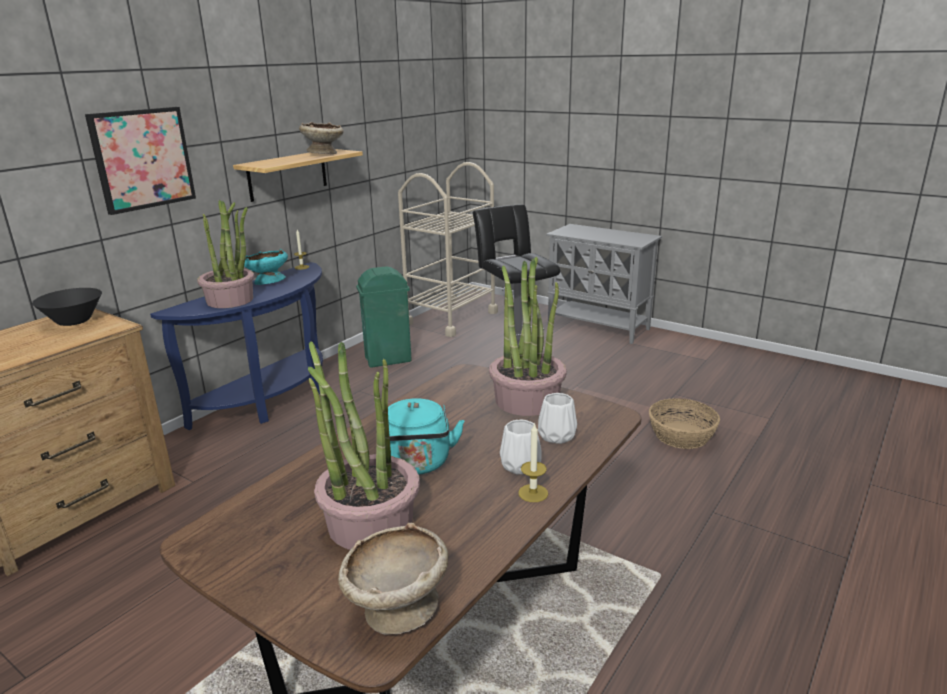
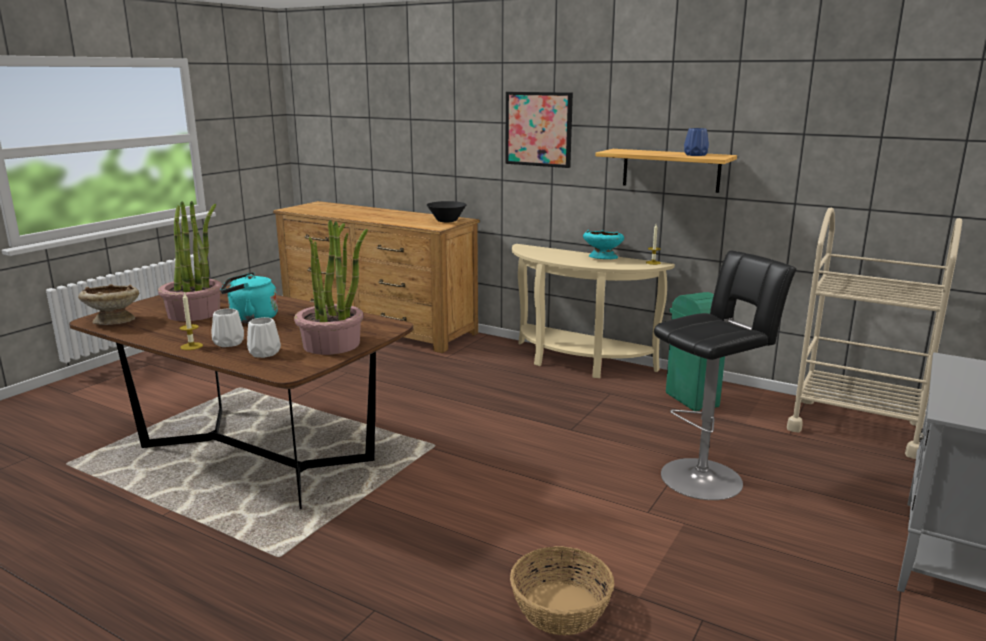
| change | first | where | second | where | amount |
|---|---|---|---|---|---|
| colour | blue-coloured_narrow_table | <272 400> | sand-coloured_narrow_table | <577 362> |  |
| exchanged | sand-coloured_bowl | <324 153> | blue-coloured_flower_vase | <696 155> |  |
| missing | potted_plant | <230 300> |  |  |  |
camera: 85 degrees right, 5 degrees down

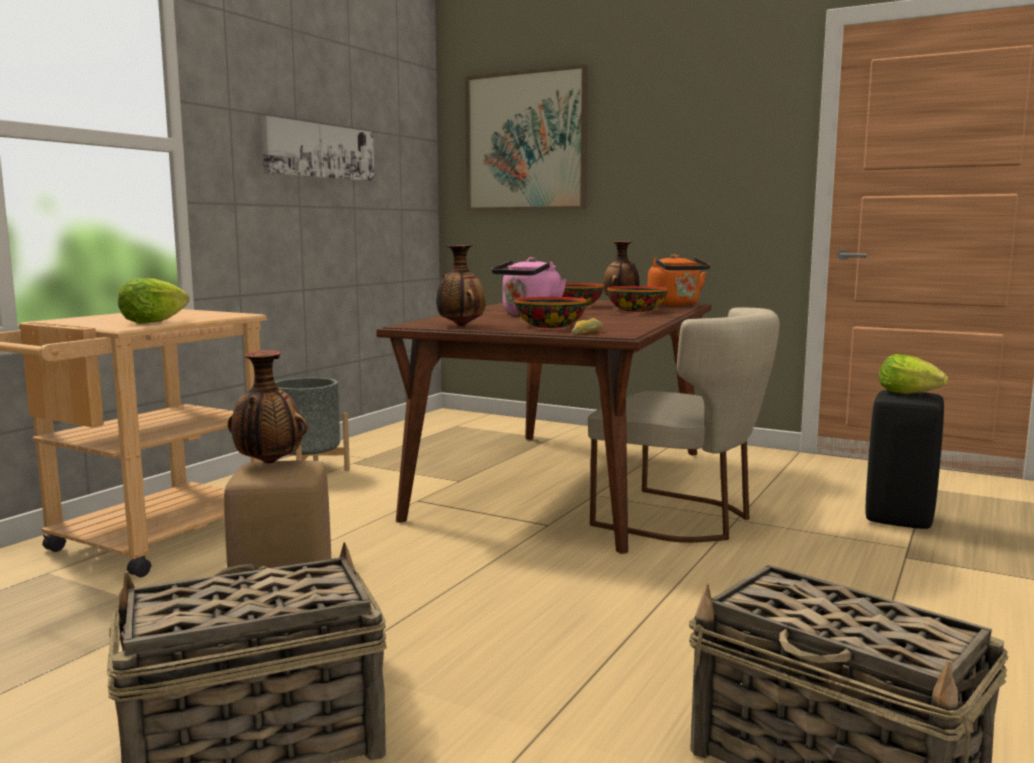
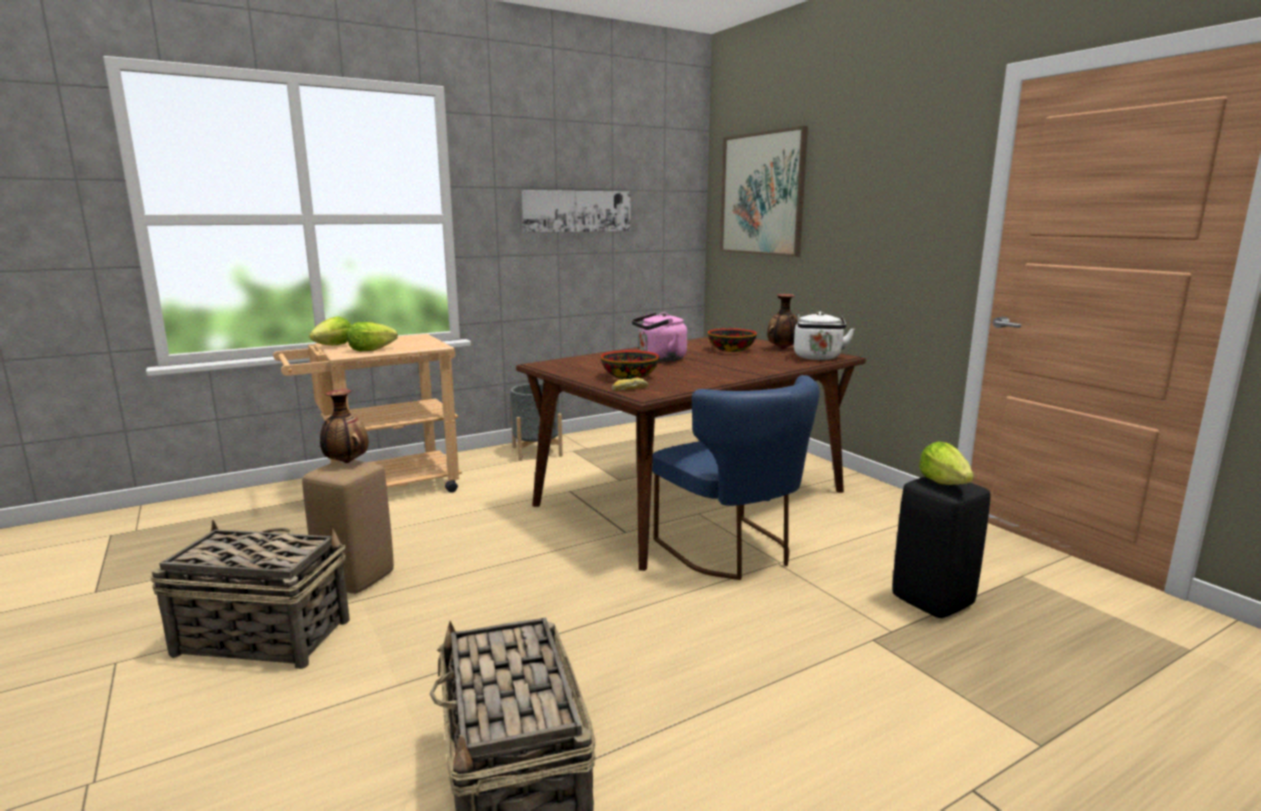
| change | first | where | second | where | amount |
|---|---|---|---|---|---|
| appeared |  |  | lettuce_head | <334 346> |  |
| colour | sand-coloured_plain_chair | <683 519> | blue-coloured_plain_chair | <733 552> |  |
| colour | orangey_tea_kettle | <676 305> | whitish_tea_kettle | <818 358> |  |
| missing | flower_vase | <460 326> |  |  |  |
| missing | bowl | <636 310> |  |  |  |
camera: 30 degrees right, 5 degrees up

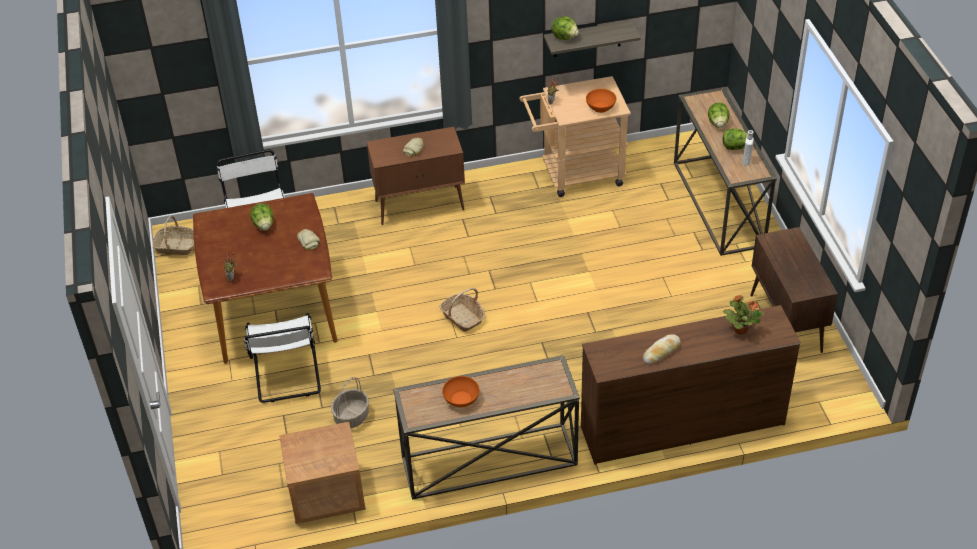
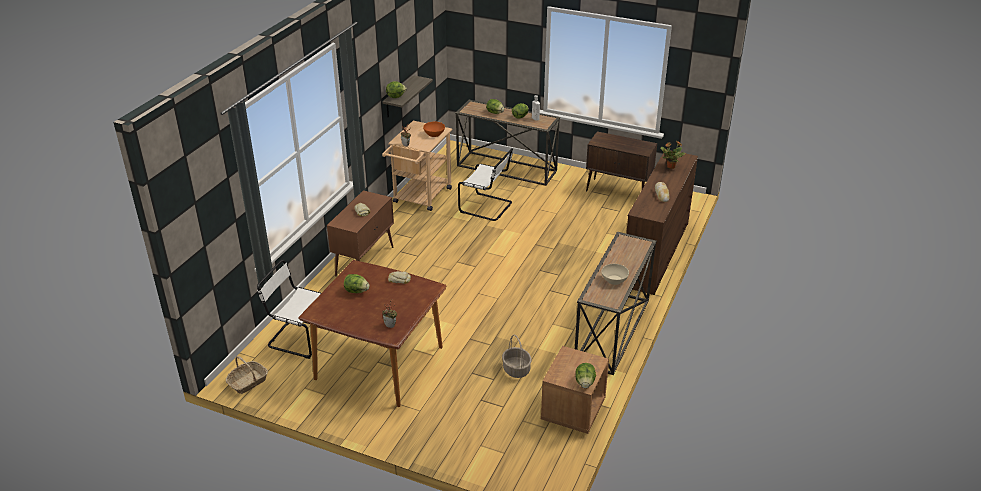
| change | first | where | second | where | amount |
|---|---|---|---|---|---|
| relocated | whitish_plain_chair | <287 377> |  | <487 207> |  |
| appeared |  |  | lettuce_head | <585 383> |  |
| colour | orangey_bowl | <461 399> | sand-coloured_bowl | <614 280> |  |
| missing | household_basket | <462 317> |  |  |  |
camera: 55 degrees left, 10 degrees down

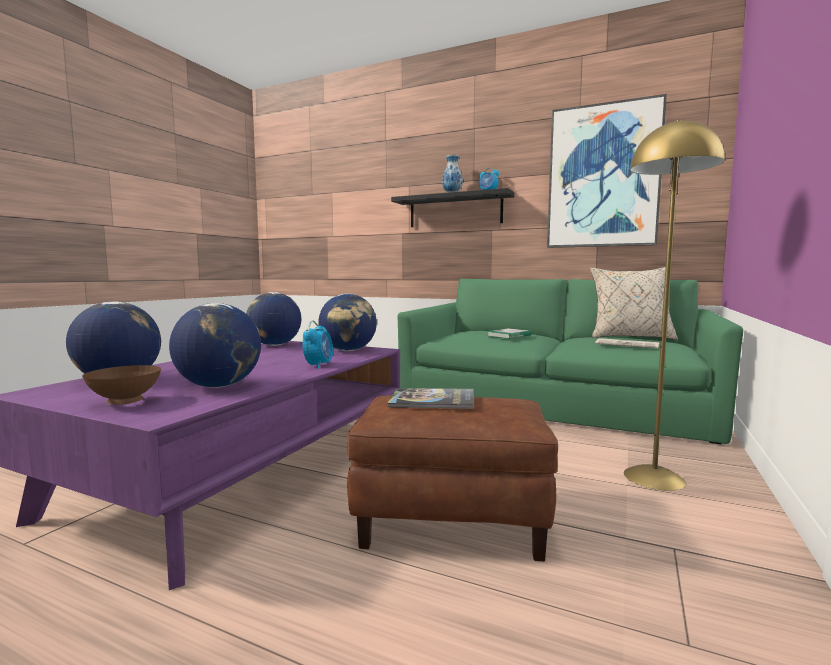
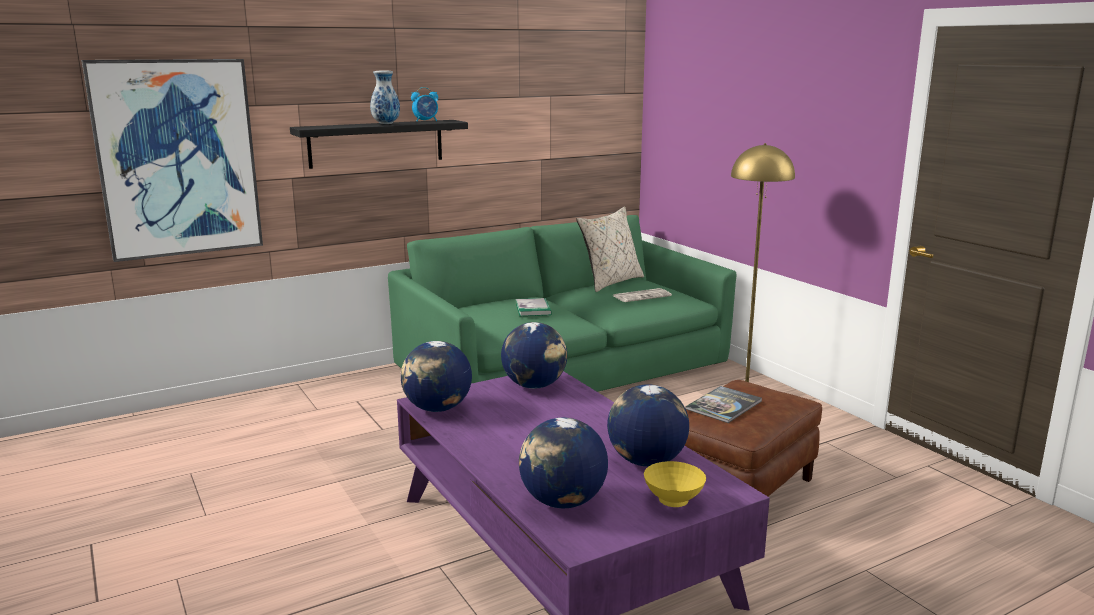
| change | first | where | second | where | amount |
|---|---|---|---|---|---|
| relocated | picture | <603 177> |  | <177 158> |  |
| colour | brown_bowl | <127 402> | yellow-coloured_bowl | <673 501> |  |
| missing | table_clock | <319 365> |  |  |  |
camera: 55 degrees left, 10 degrees up

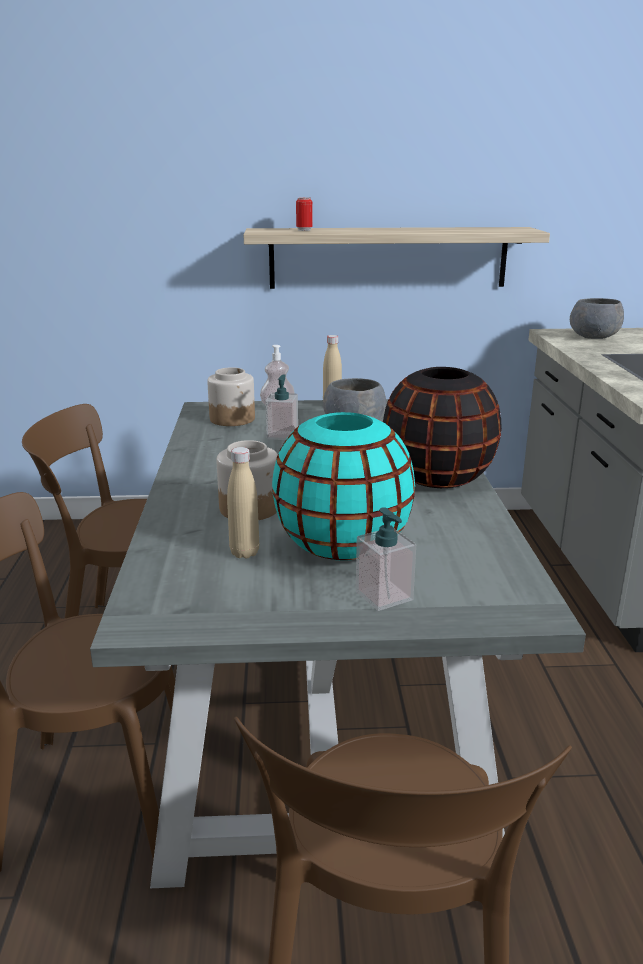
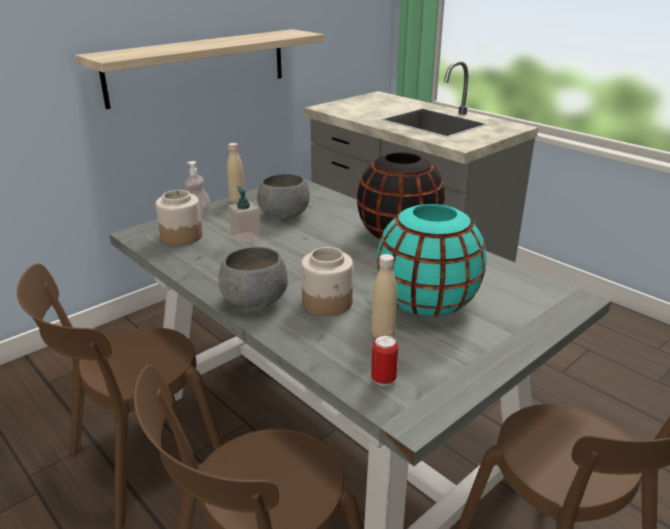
| change | first | where | second | where | amount |
|---|---|---|---|---|---|
| relocated | gray_bowl | <593 337> |  | <254 300> |  |
| relocated | can | <304 230> |  | <383 380> |  |
| missing | soap_dispenser | <384 596> |  |  |  |
camera: 40 degrees left, 5 degrees up

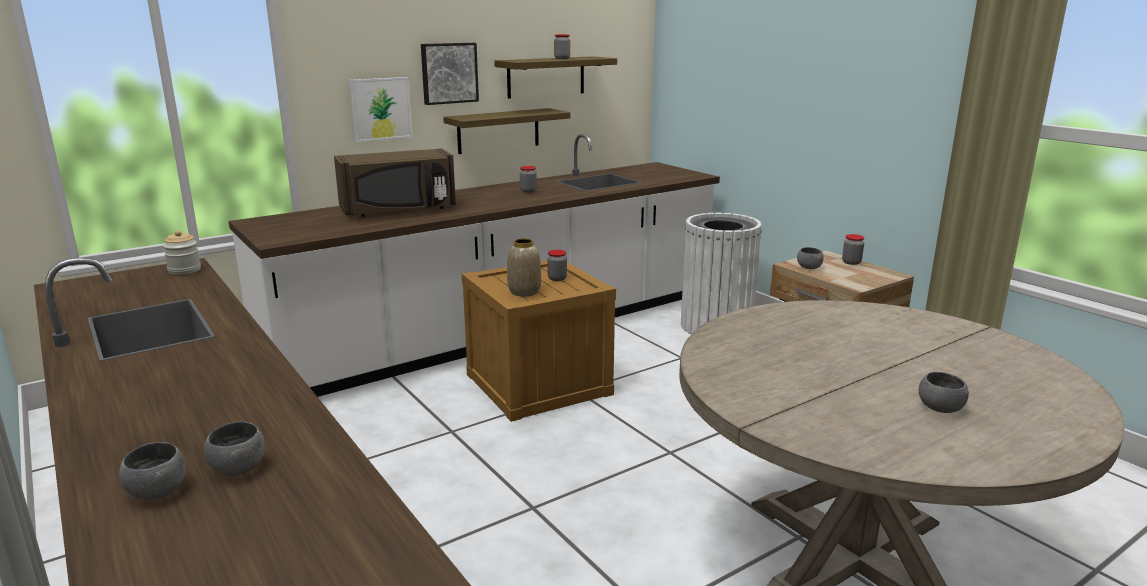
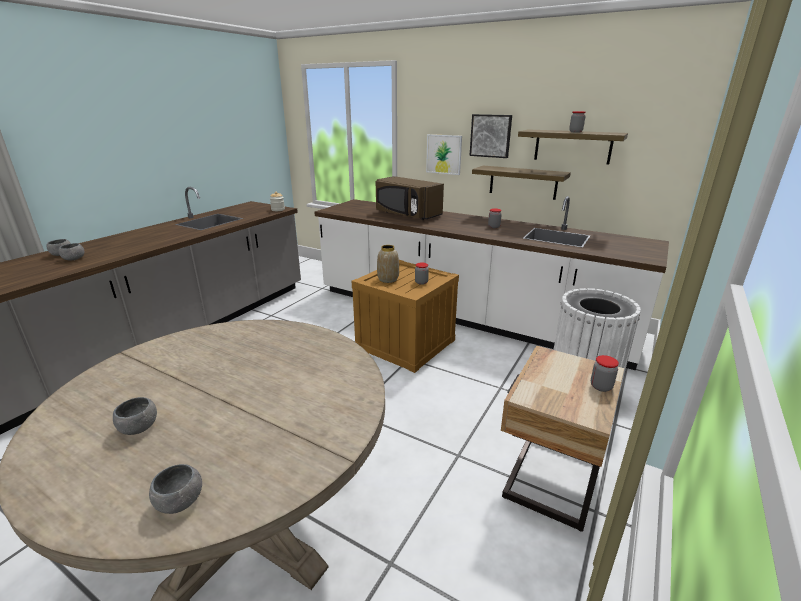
| change | first | where | second | where | amount |
|---|---|---|---|---|---|
| relocated | gray_bowl | <809 268> |  | <180 502> |  |
camera: 65 degrees right, 5 degrees up

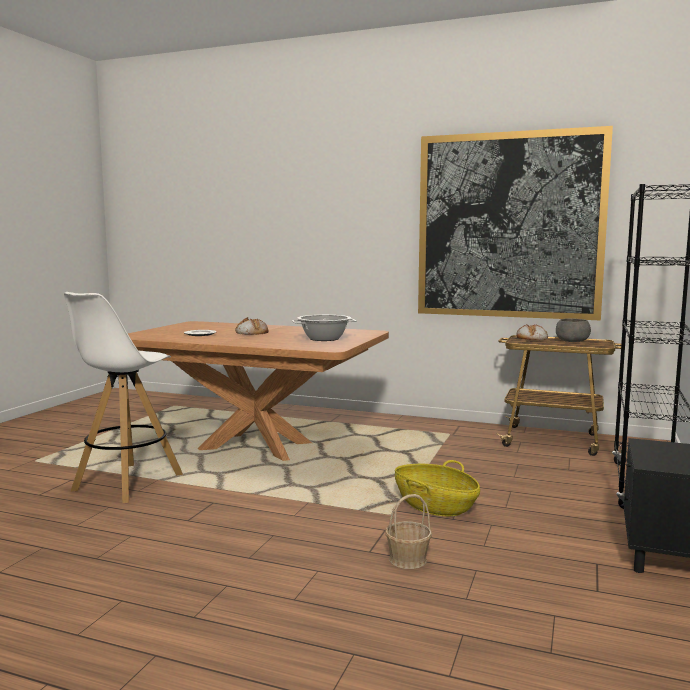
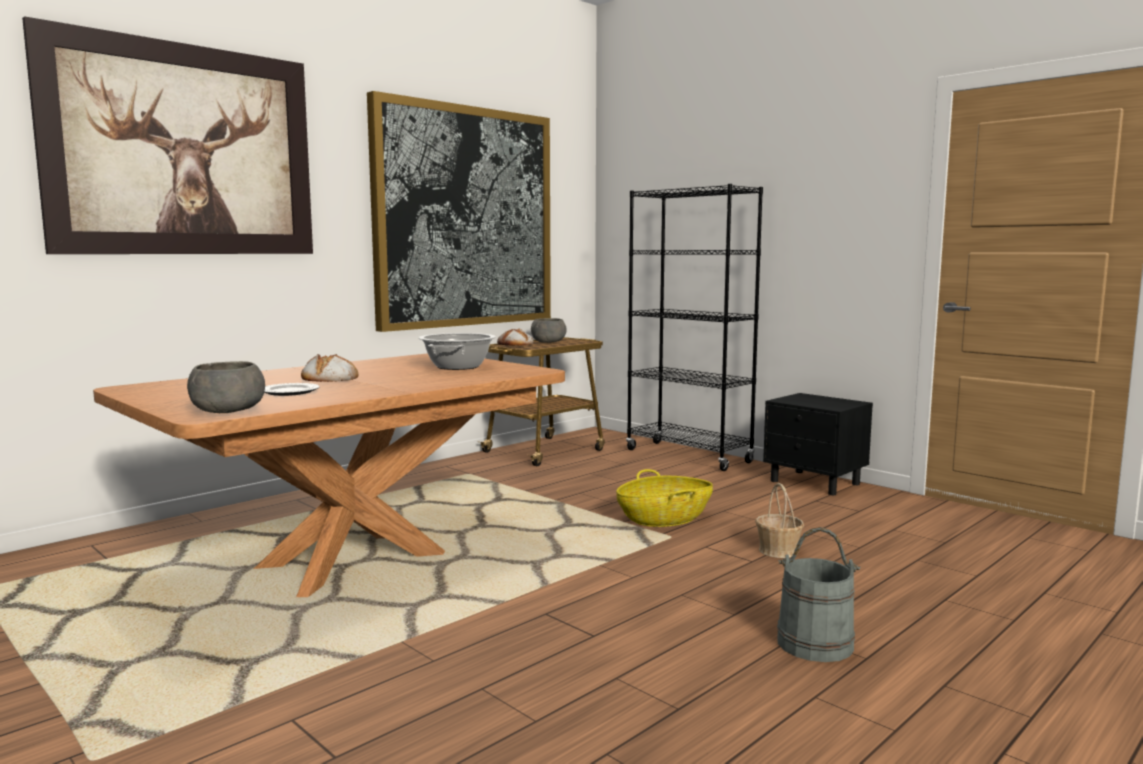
| change | first | where | second | where | amount |
|---|---|---|---|---|---|
| appeared |  |  | picture | <184 150> |  |
| appeared |  |  | gray_bowl | <227 411> |  |
| appeared |  |  | gray_pail | <815 643> |  |
| missing | whitish_stool | <127 483> |  |  |  |
camera: 65 degrees left, 0 degrees up

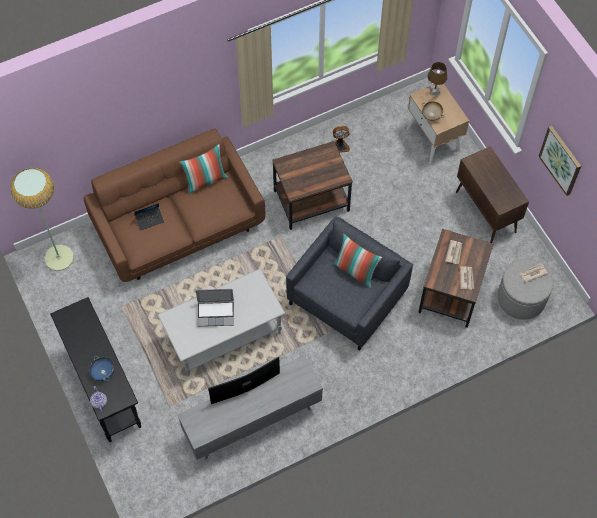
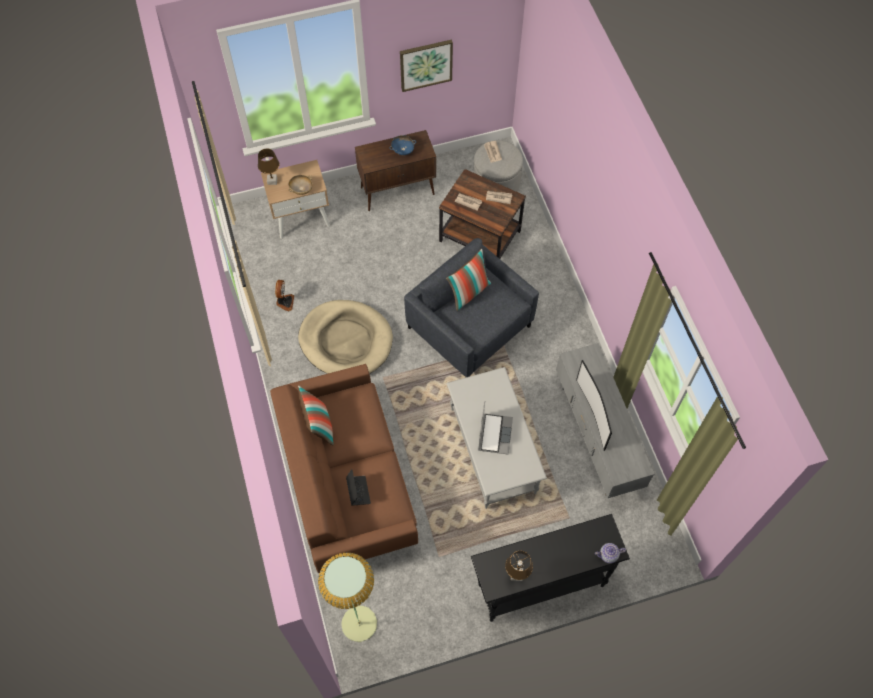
| change | first | where | second | where | amount |
|---|---|---|---|---|---|
| exchanged | brown_end_table | <311 200> | sand-coloured_dog_cushion | <346 341> |  |
| relocated | blue-coloured_bowl | <103 372> |  | <403 150> |  |
| appeared |  |  | brown_table_lamp | <516 575> |  |
camera: 80 degrees left, 0 degrees up

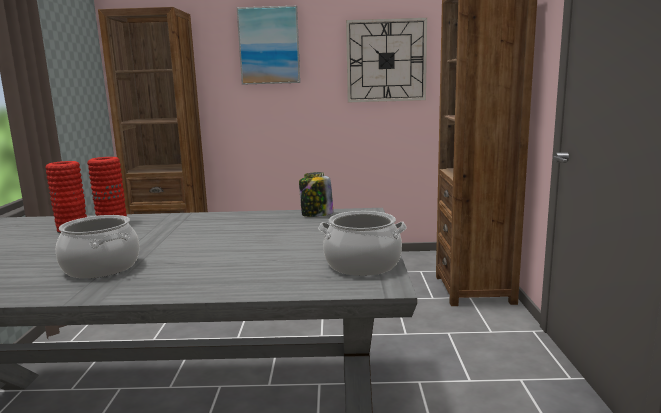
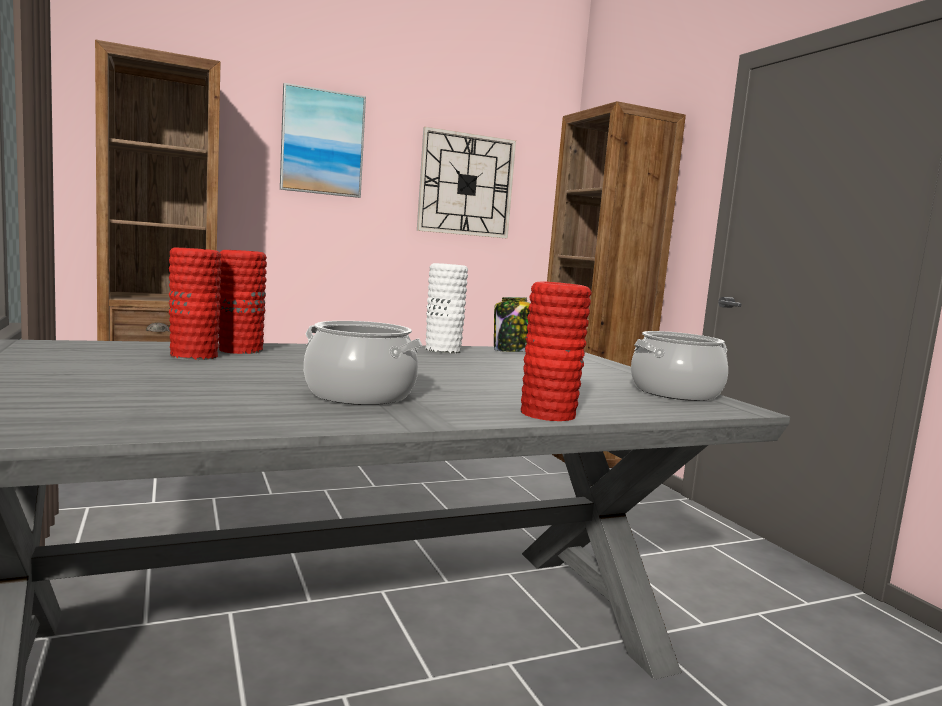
| change | first | where | second | where | amount |
|---|---|---|---|---|---|
| appeared |  |  | whitish_flower_vase | <442 350> |  |
| appeared |  |  | red_flower_vase | <548 414> |  |
camera: 25 degrees left, 5 degrees down

